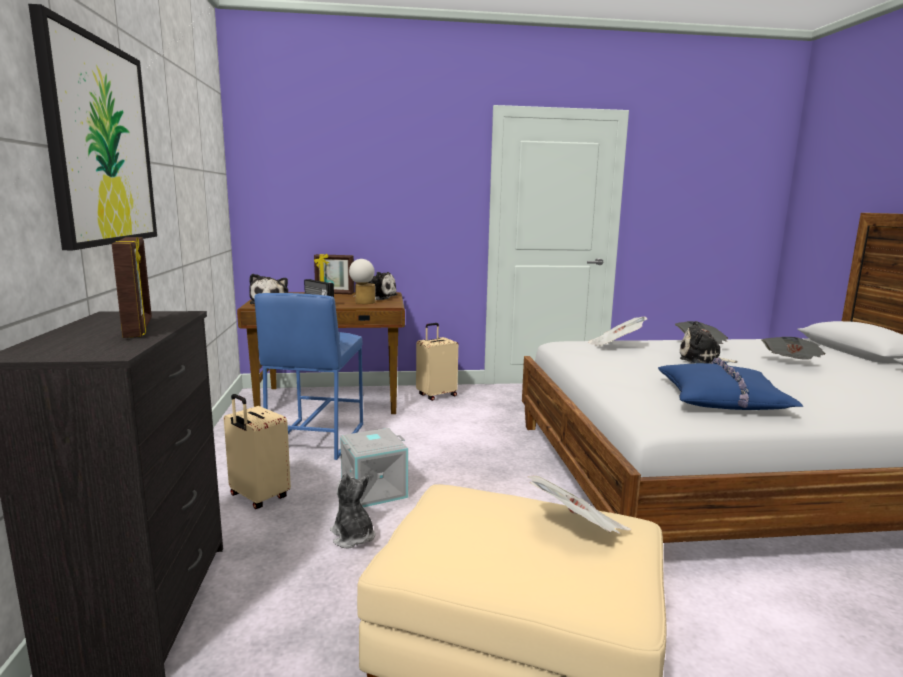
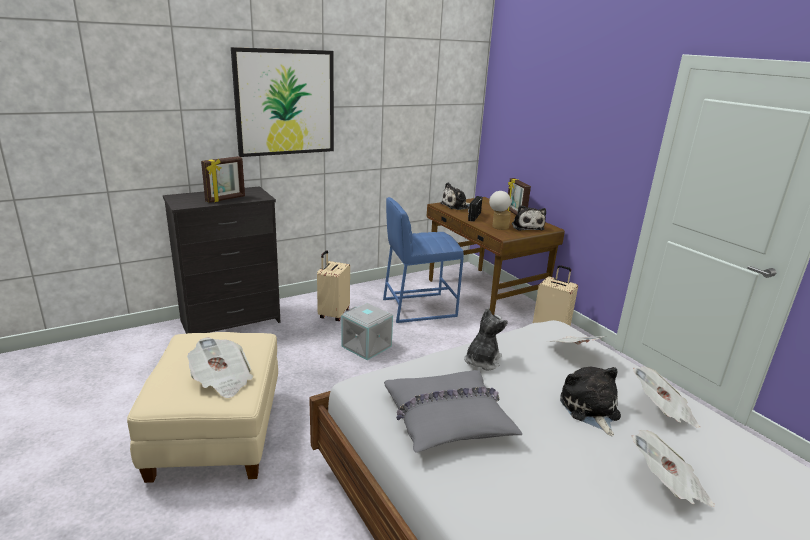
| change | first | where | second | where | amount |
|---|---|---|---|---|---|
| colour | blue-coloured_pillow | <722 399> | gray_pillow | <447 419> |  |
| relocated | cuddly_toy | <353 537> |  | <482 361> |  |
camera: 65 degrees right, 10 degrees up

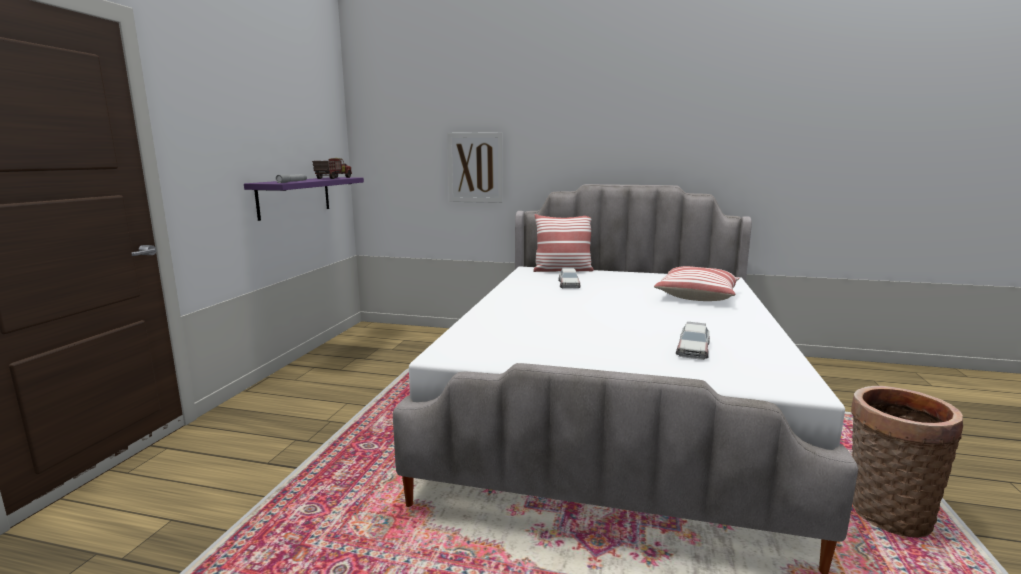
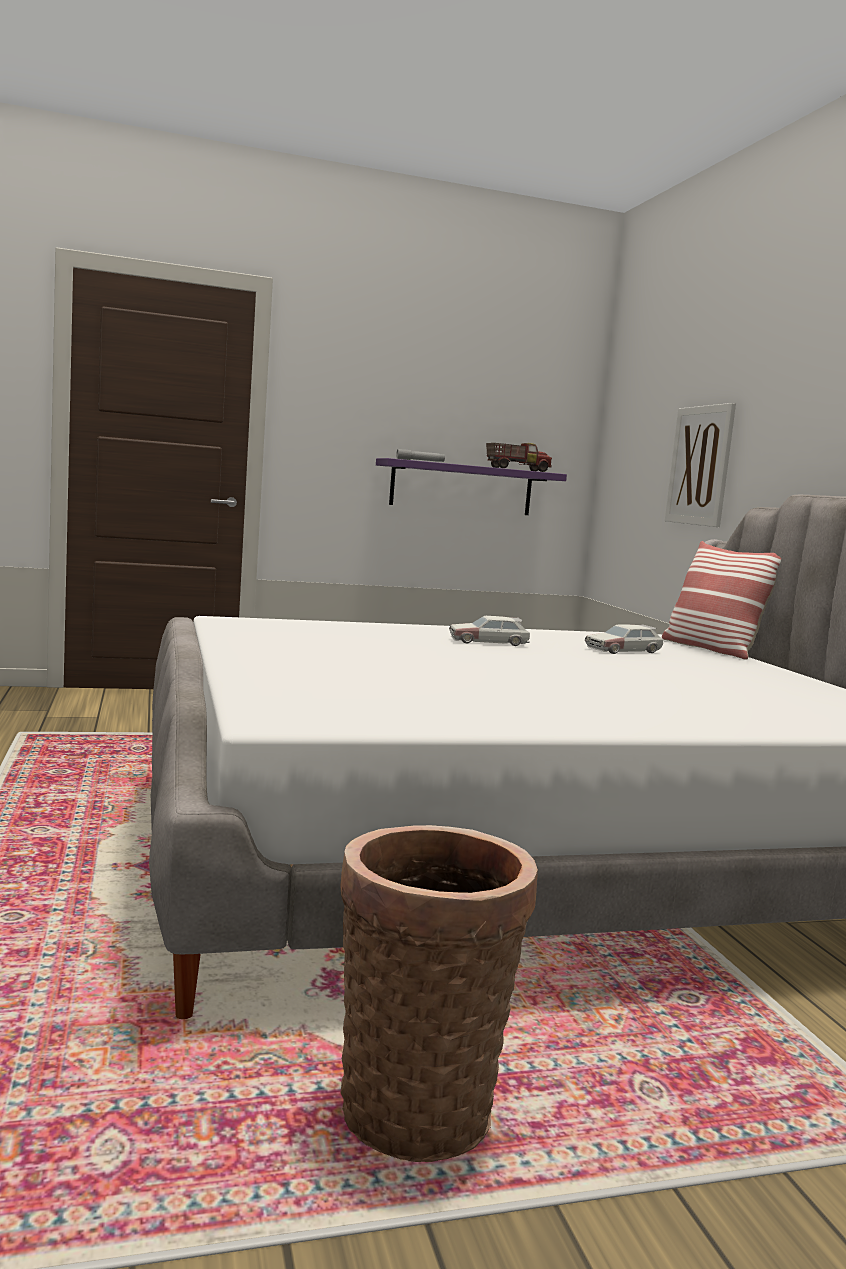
| change | first | where | second | where | amount |
|---|---|---|---|---|---|
| relocated | model_car | <693 349> |  | <489 642> |  |
| missing | pillow | <696 296> |  |  |  |
camera: 60 degrees right, 5 degrees down

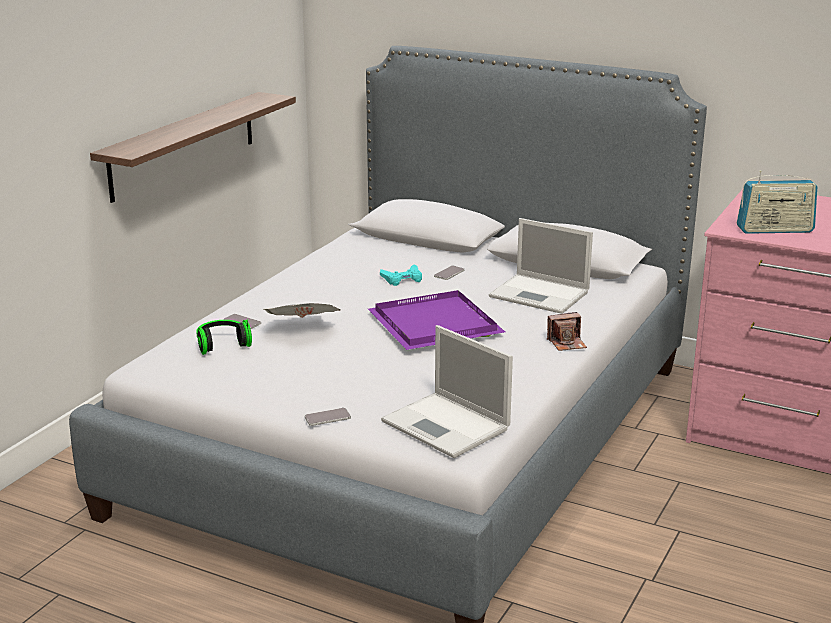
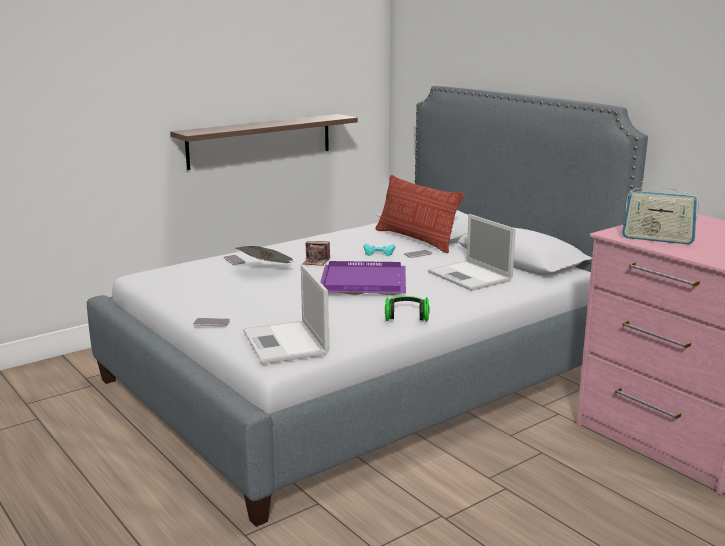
| change | first | where | second | where | amount |
|---|---|---|---|---|---|
| relocated | still_camera | <567 343> |  | <316 262> |  |
| appeared |  |  | pillow | <416 240> |  |
| relocated | headset | <222 344> |  | <406 316> |  |
camera: 25 degrees right, 5 degrees down

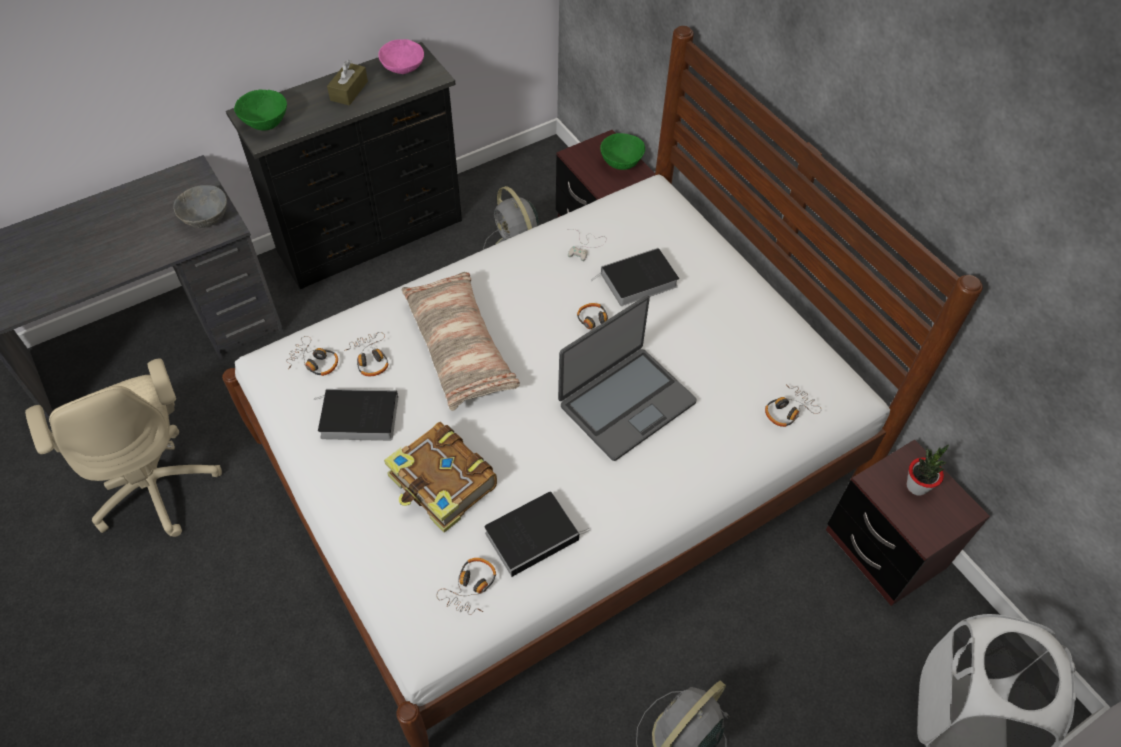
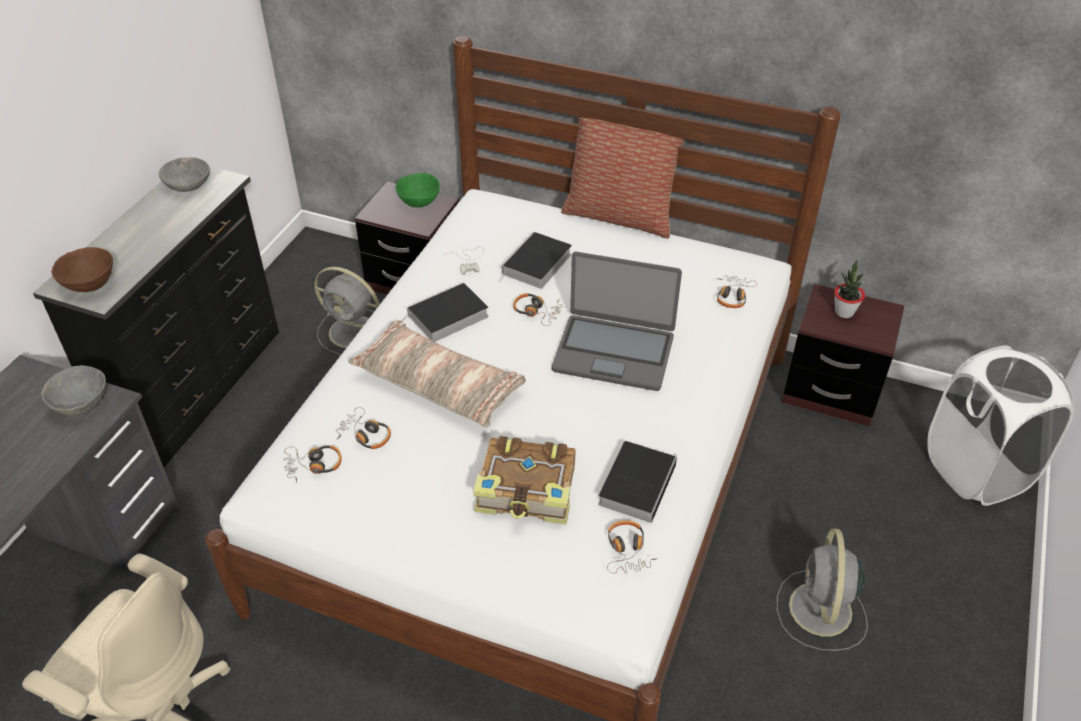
| change | first | where | second | where | amount |
|---|---|---|---|---|---|
| colour | greenish_bowl | <266 123> | brown_bowl | <90 284> |  |
| colour | pinkish_bowl | <402 67> | gray_bowl | <187 185> |  |
| relocated | book | <357 418> |  | <446 317> |  |
| spun | portable_computer | <626 403> |  | <614 352> | 90 degrees clockwise |
| appeared |  |  | pillow | <620 215> |  |
| missing | brown_tissue_holder | <349 91> |  |  |  |
camera: 35 degrees left, 10 degrees down

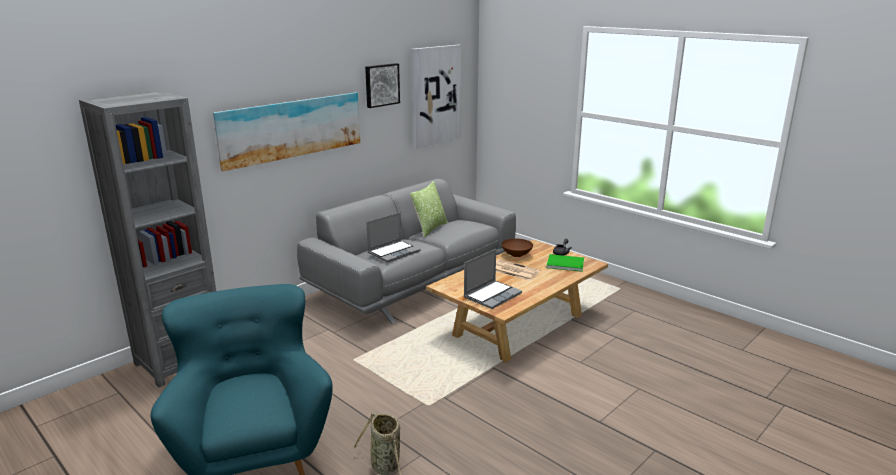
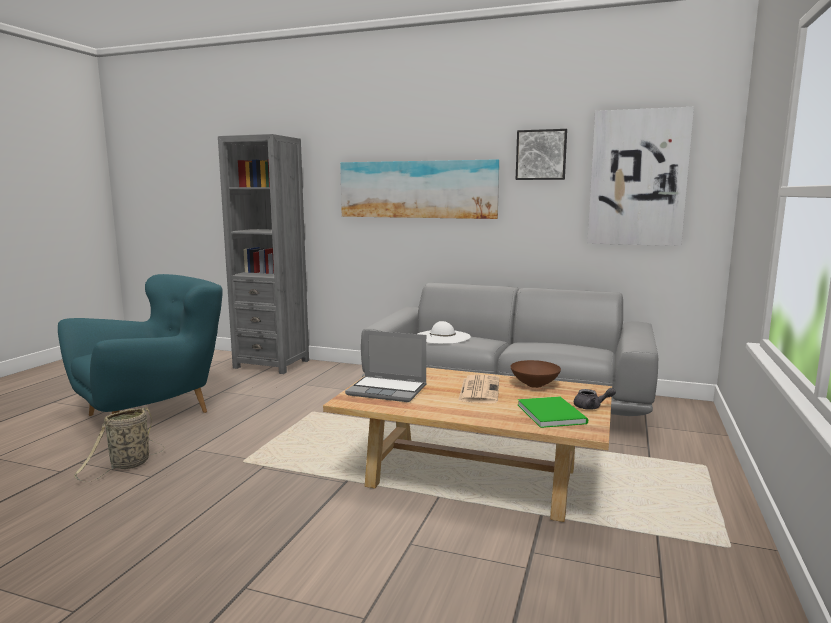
| change | first | where | second | where | amount |
|---|---|---|---|---|---|
| exchanged | portable_computer | <394 252> | whitish_clothing_hat | <443 337> |  |
| missing | pillow | <430 229> |  |  |  |
camera: 65 degrees right, 10 degrees down

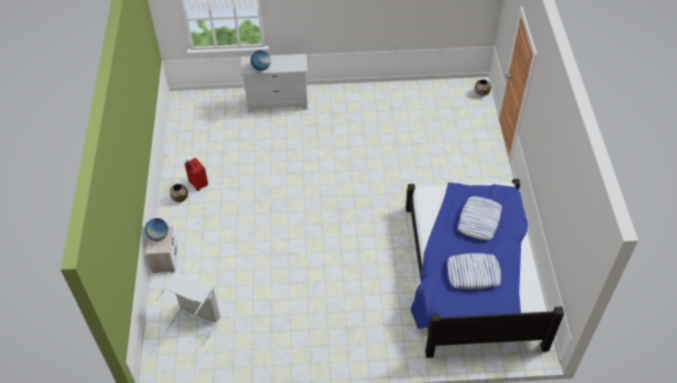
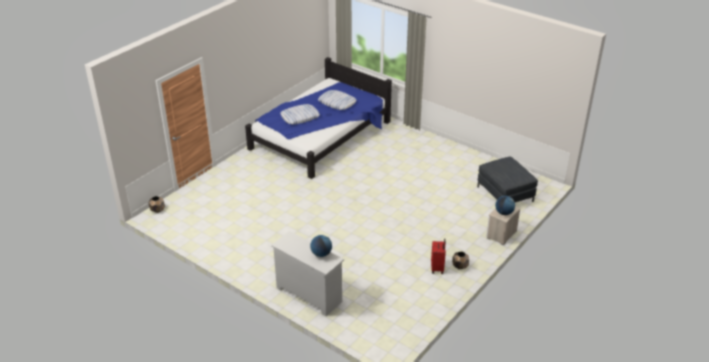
| change | first | where | second | where | amount |
|---|---|---|---|---|---|
| exchanged | gray_hamper | <196 319> | gray_pouffe | <504 194> |  |
camera: 140 degrees left, 15 degrees down

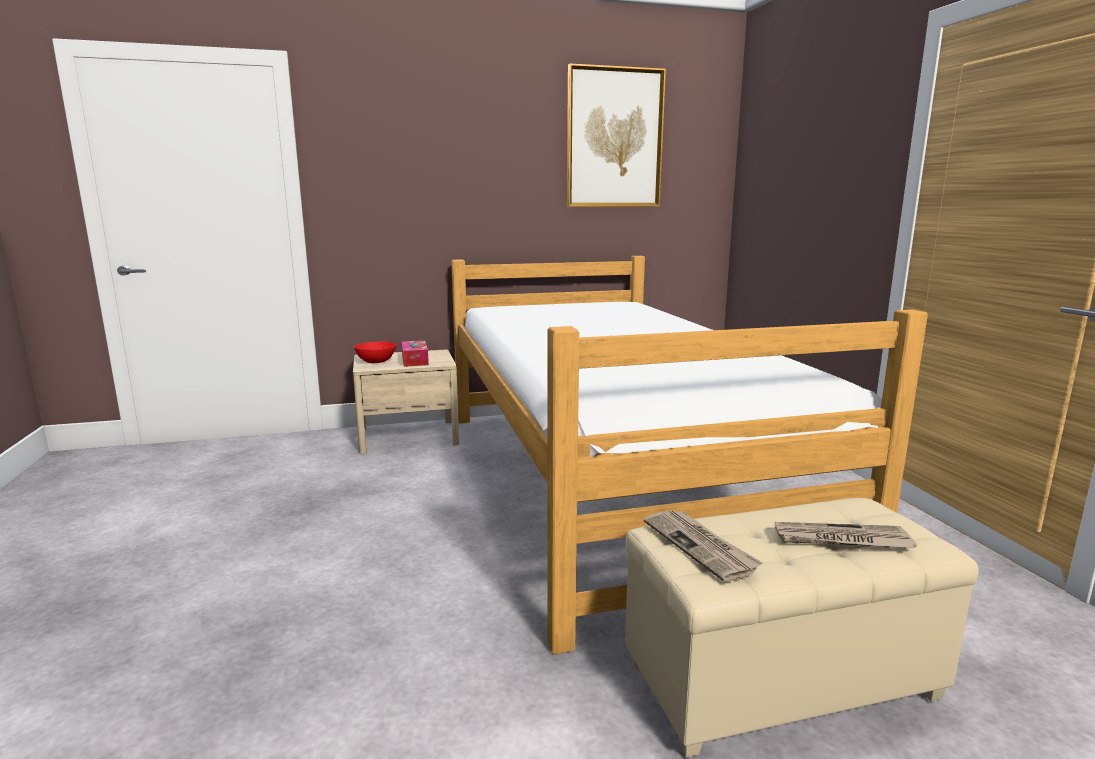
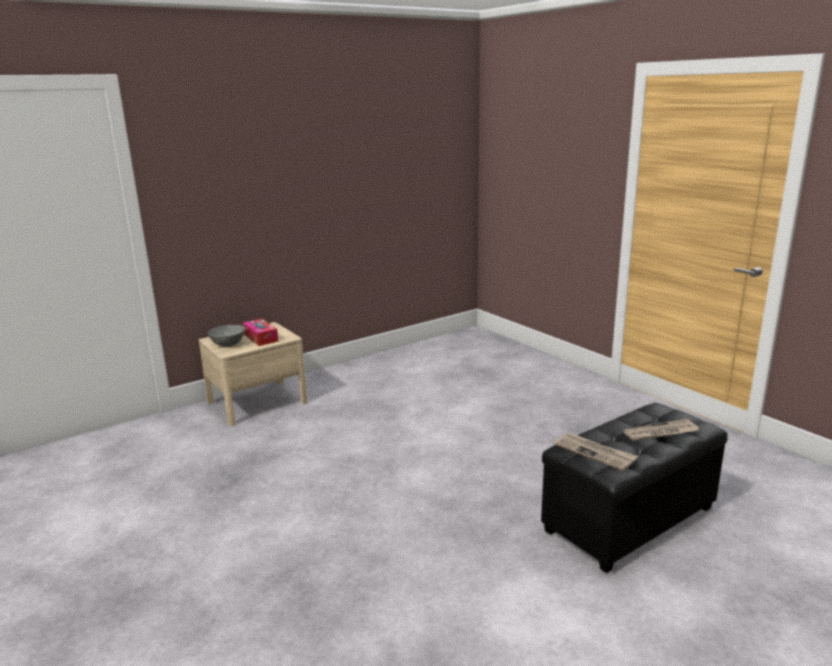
| change | first | where | second | where | amount |
|---|---|---|---|---|---|
| colour | red_bowl | <376 361> | gray_bowl | <228 344> |  |
| colour | sand-coloured_pouffe | <778 679> | black-coloured_pouffe | <628 520> |  |
| missing | bed | <610 482> |  |  |  |
| missing | picture | <614 138> |  |  |  |
camera: 20 degrees left, 5 degrees up

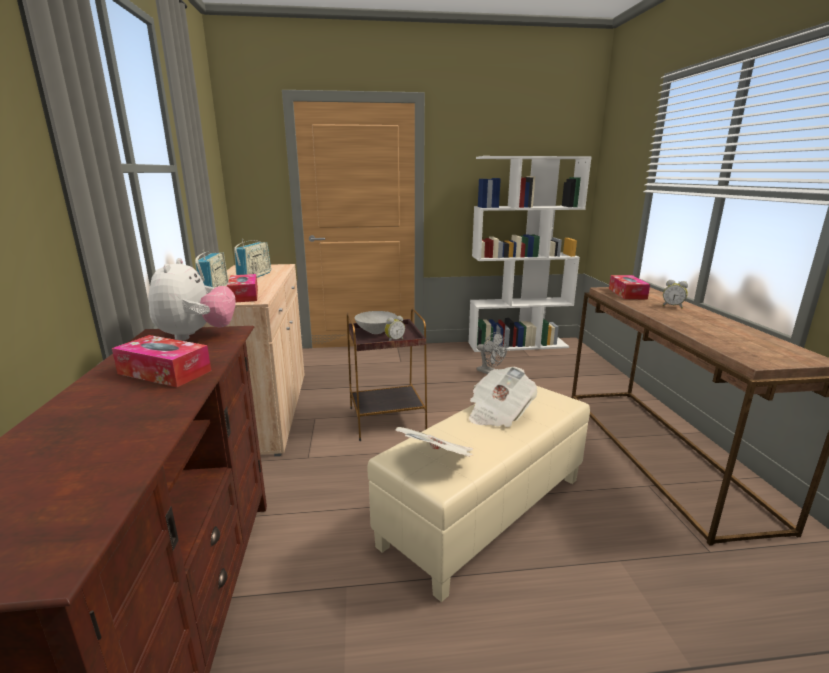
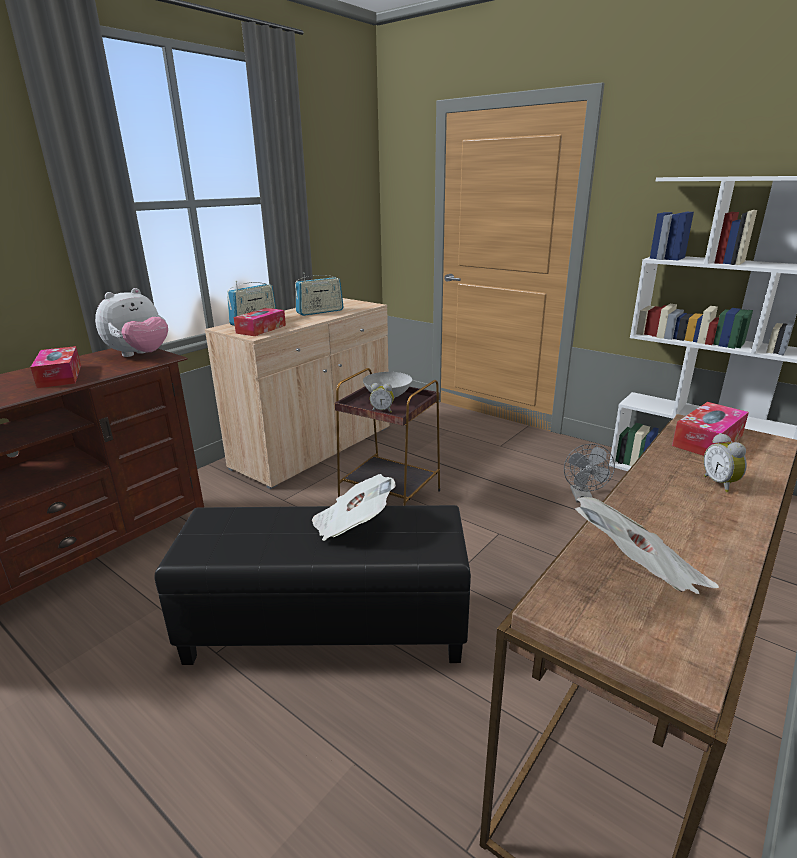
| change | first | where | second | where | amount |
|---|---|---|---|---|---|
| colour | sand-coloured_pouffe | <486 511> | black-coloured_pouffe | <326 627> |  |
| relocated | printed_paper | <438 460> |  | <639 575> |  |
camera: 45 degrees right, 5 degrees up

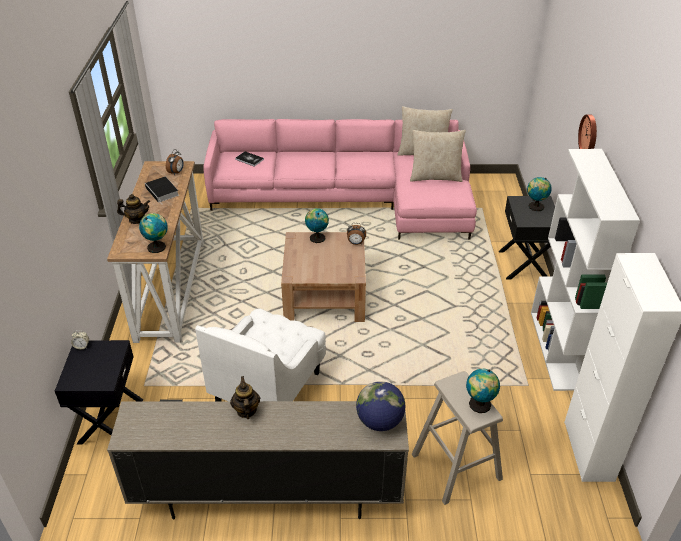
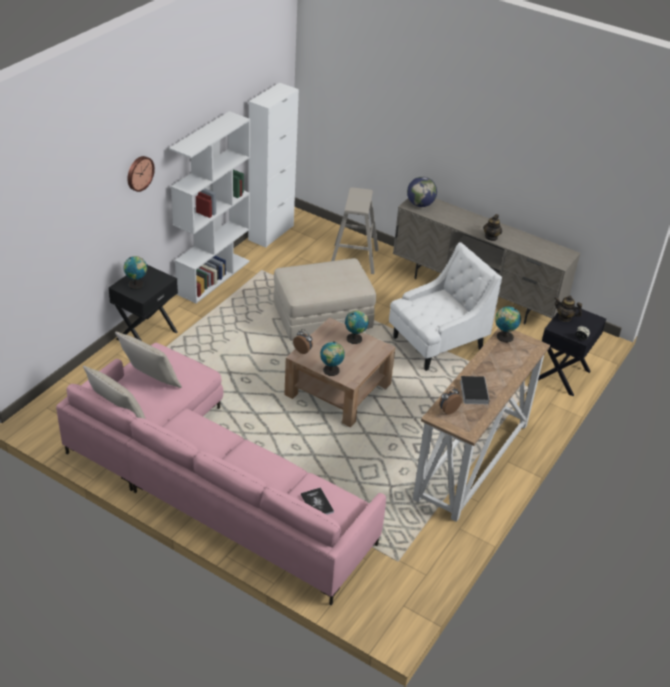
| change | first | where | second | where | amount |
|---|---|---|---|---|---|
| appeared |  |  | sand-coloured_pouffe | <323 317> |  |
| relocated | world_globe | <479 405> |  | <355 338> |  |
| relocated | tea_pot | <136 220> |  | <564 317> |  |
camera: 150 degrees left, 0 degrees up

